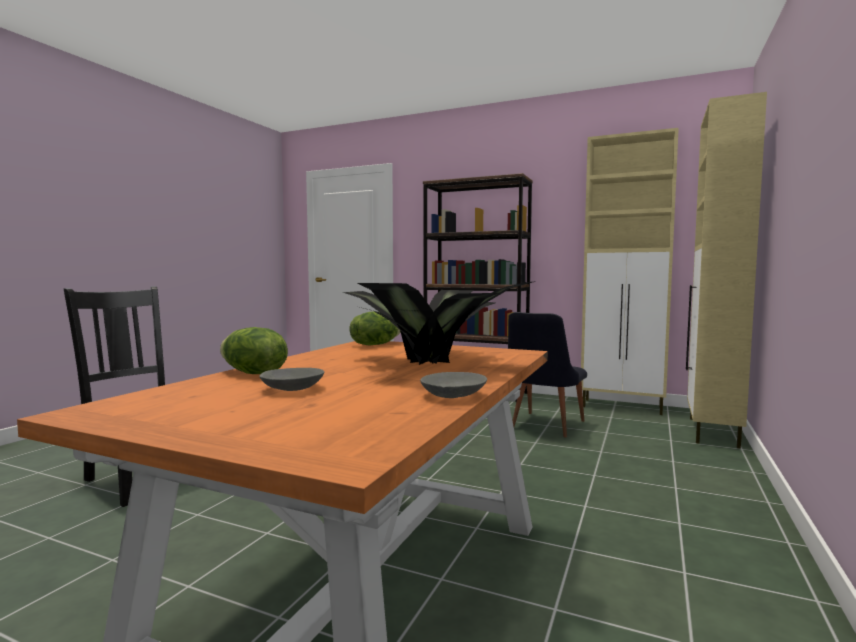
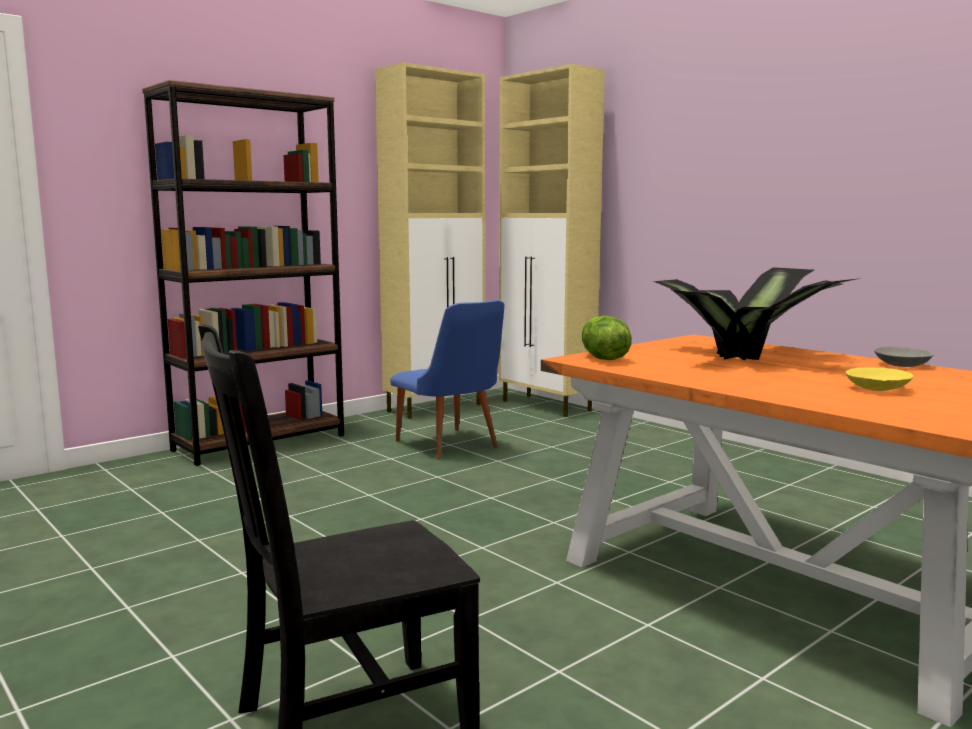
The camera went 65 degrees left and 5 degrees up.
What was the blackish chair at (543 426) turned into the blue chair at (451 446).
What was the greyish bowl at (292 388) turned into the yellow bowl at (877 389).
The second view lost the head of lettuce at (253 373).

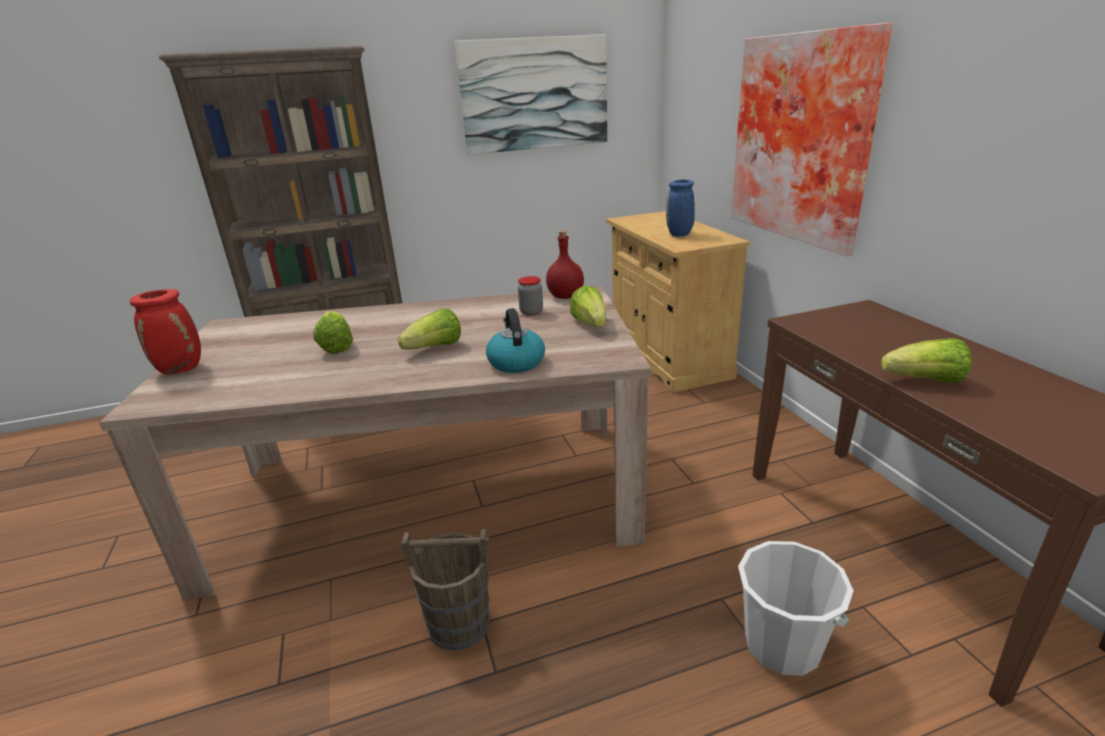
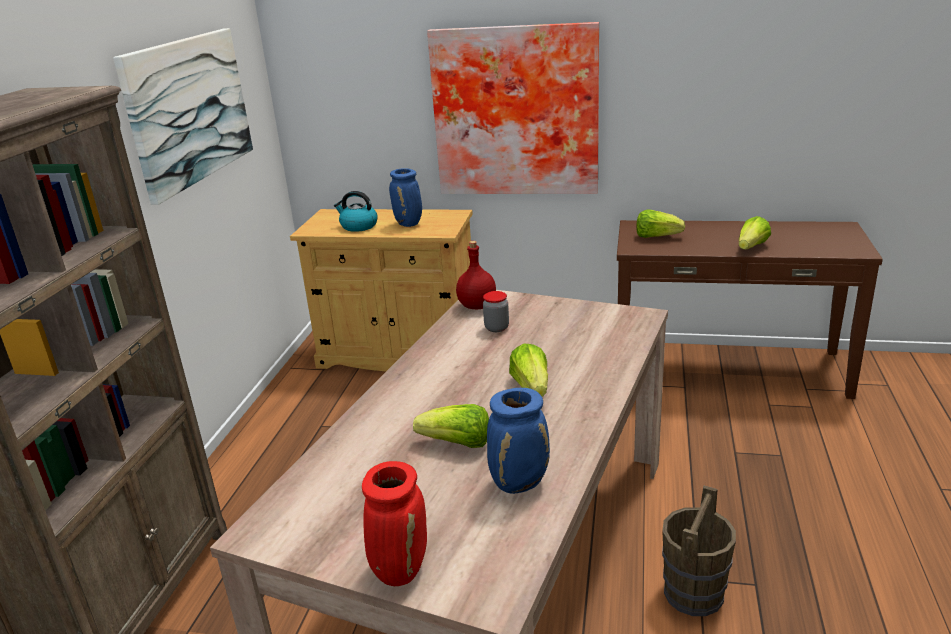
The camera went 60 degrees left and 0 degrees up.
The water kettle ended up elsewhere, having gone from (516 362) to (358 226).
The second view gained the blue decorative vase at (520 483).
The head of lettuce ended up elsewhere, having gone from (590 324) to (656 237).
The second view lost the whitish pail at (782 645).

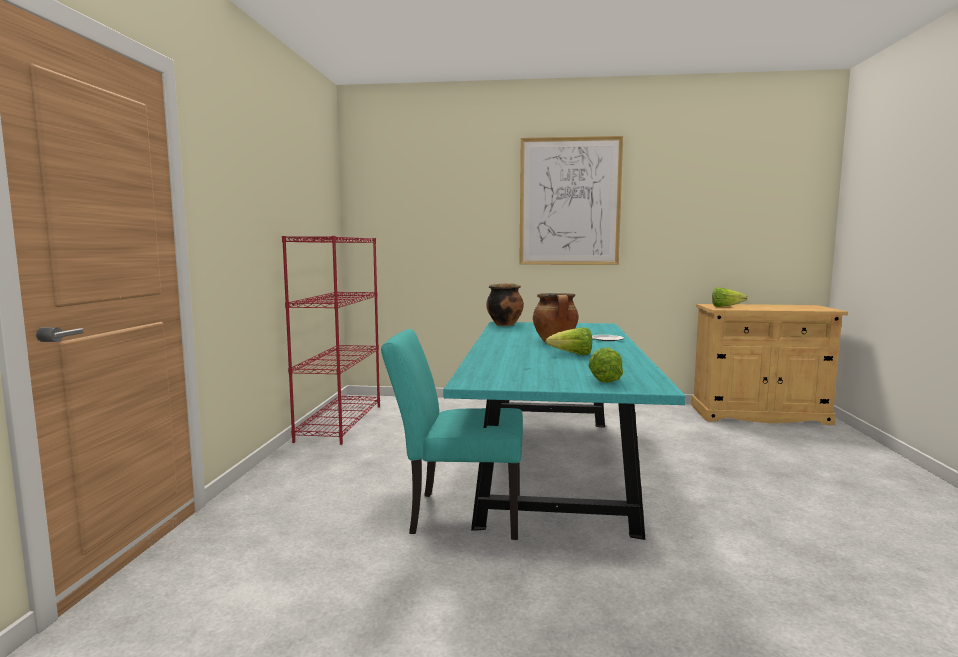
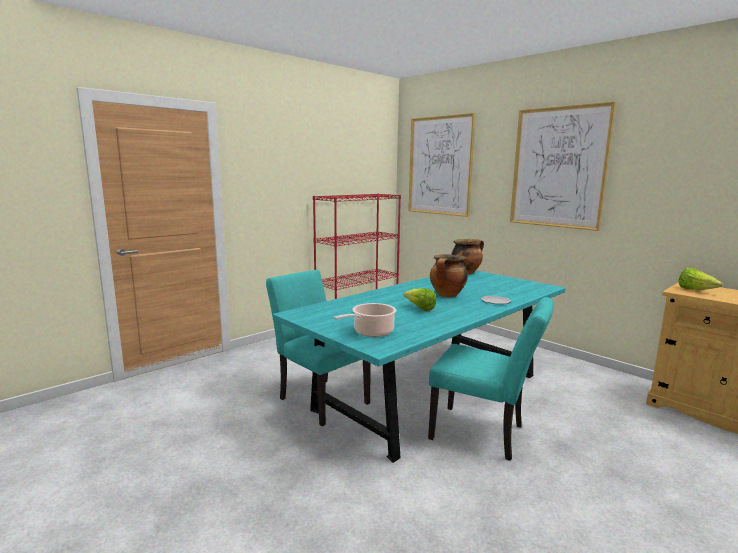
The camera went 40 degrees right and 5 degrees up.
Where the head of lettuce stood at (604 379), the cooking pot came to stand at (371 332).
The second view gained the picture at (440 166).
The second view gained the blue-green chair at (484 434).

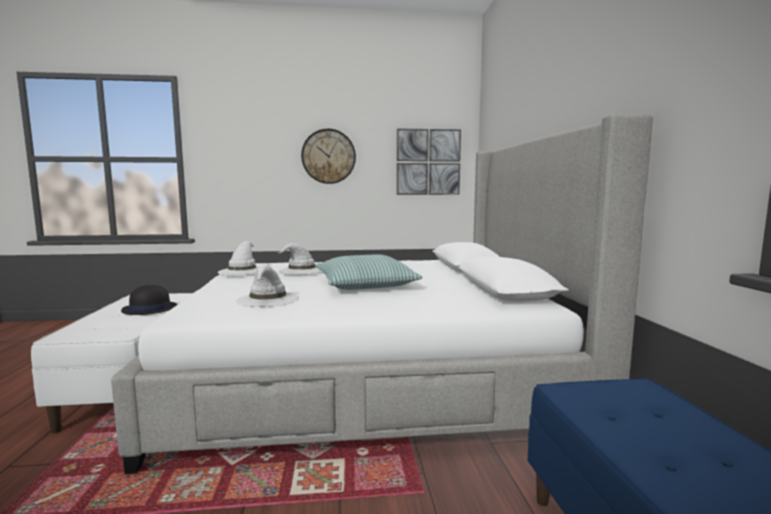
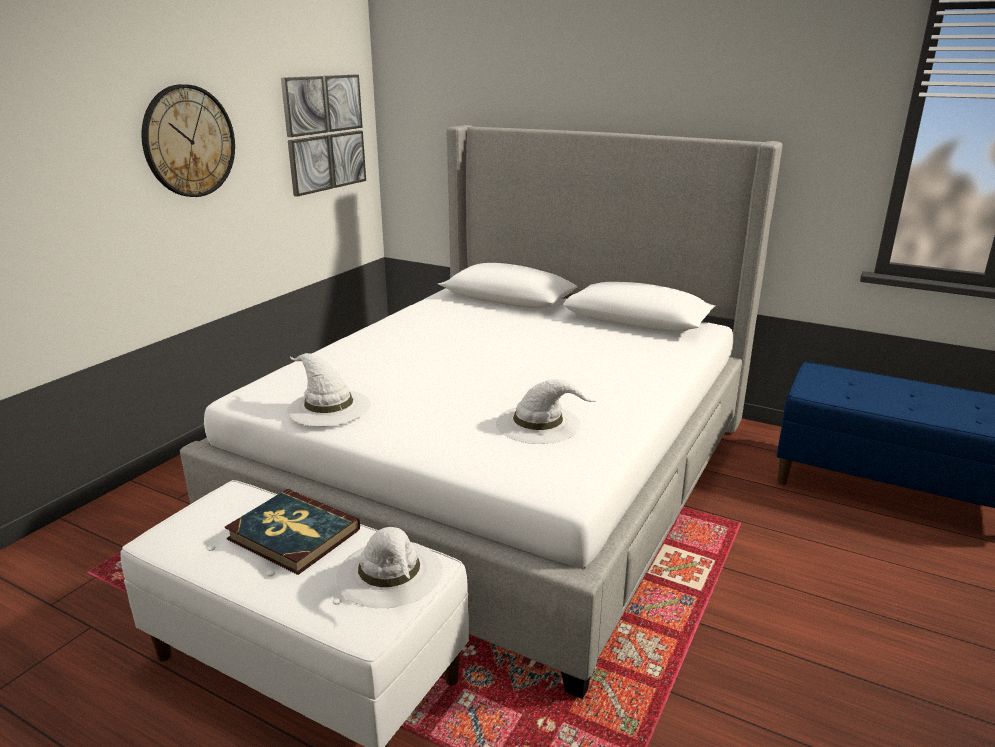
The camera went 55 degrees left and 15 degrees up.
Where the blackish wearable hat stood at (150 309), the book came to stand at (293 534).
The whitish wearable hat ended up elsewhere, having gone from (301 270) to (390 574).
The second view lost the cushion at (365 285).

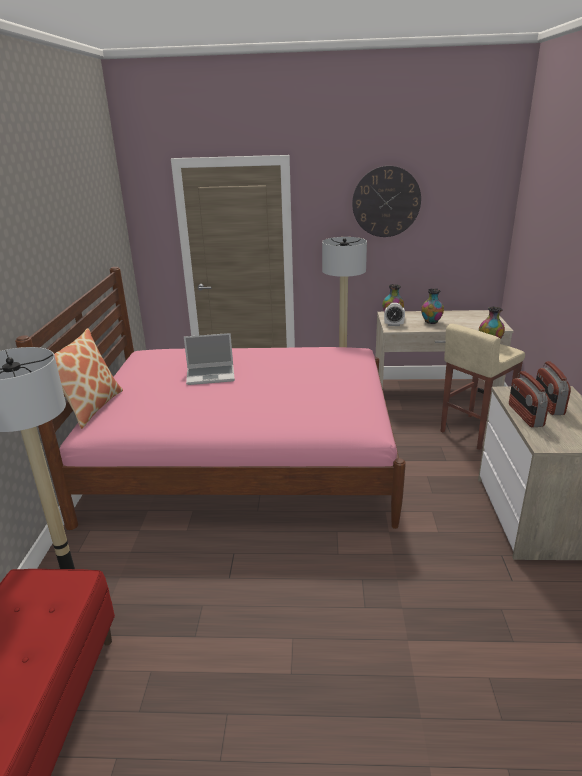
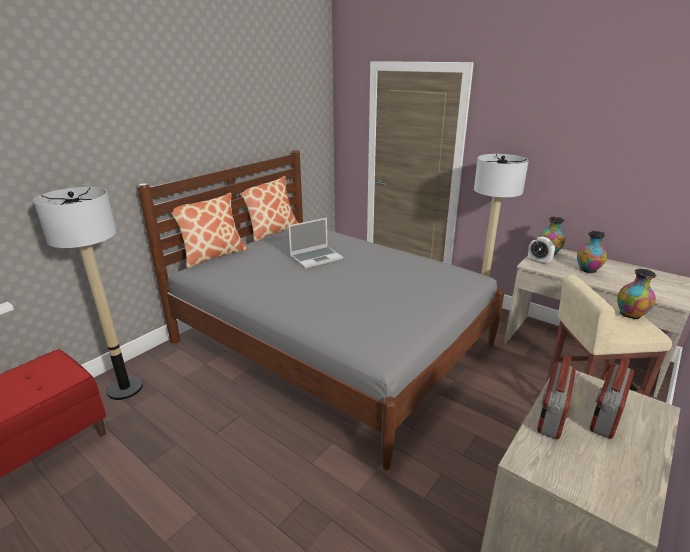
The camera went 35 degrees right and 0 degrees up.
What was the pink-coloured sleeping bed at (245 460) turned into the greyish sleeping bed at (331 343).
The second view gained the cushion at (272 232).
The portable computer at (211 375) ended up facing another way, 60 degrees counterclockwise from before.
The second view lost the hanging clock at (386 202).

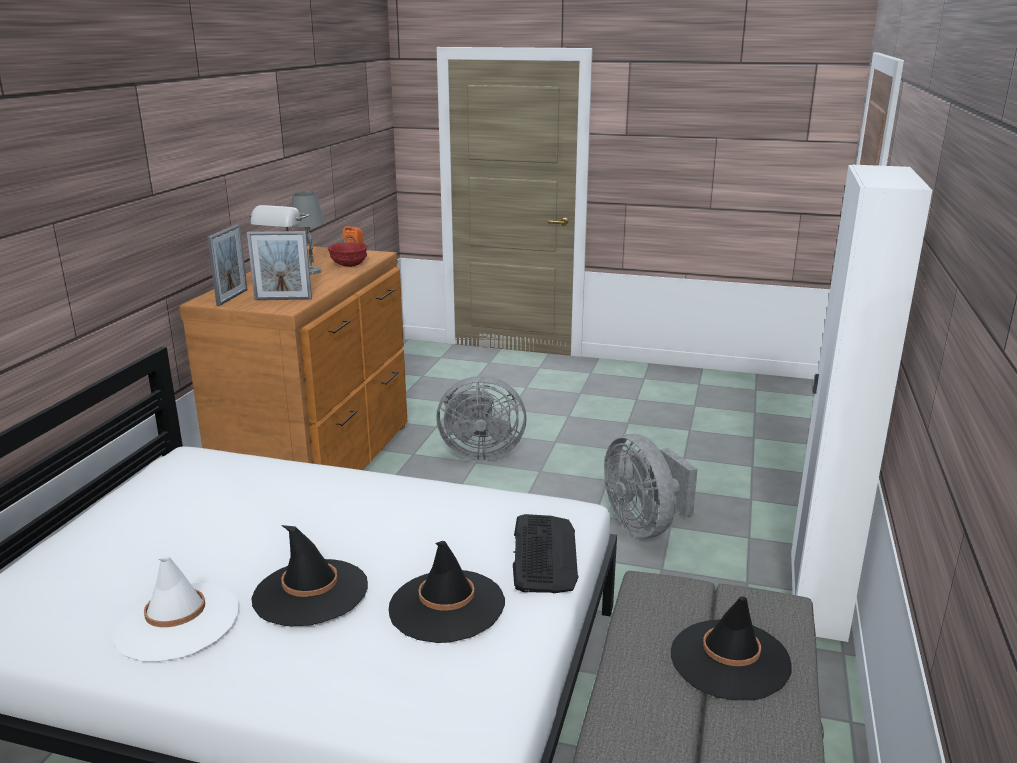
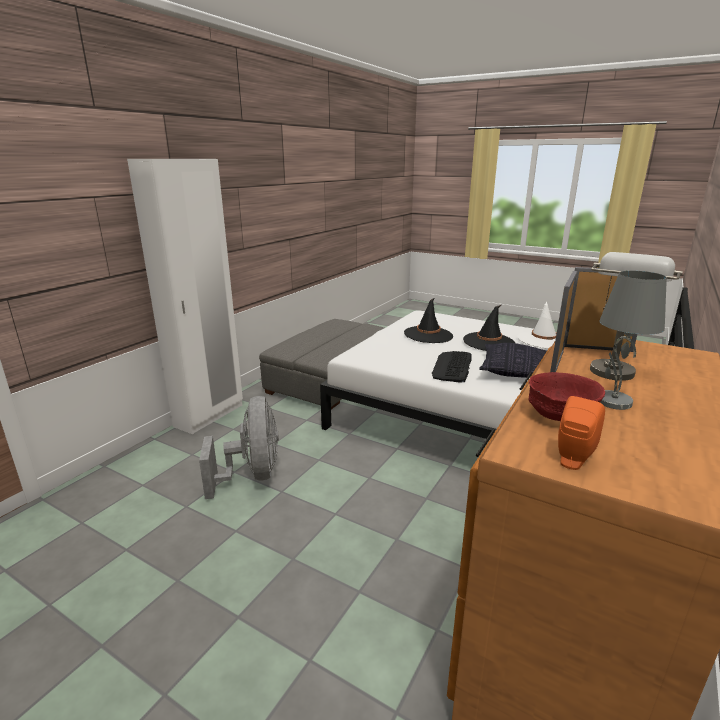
The camera went 165 degrees left and 0 degrees up.
The computer keyboard ended up elsewhere, having gone from (544 553) to (452 367).
The second view gained the cushion at (515 371).
The photo frame ended up elsewhere, having gone from (232 297) to (556 363).
The second view lost the greyish cooling fan at (479 453).
The second view lost the blackish wearable hat at (729 660).

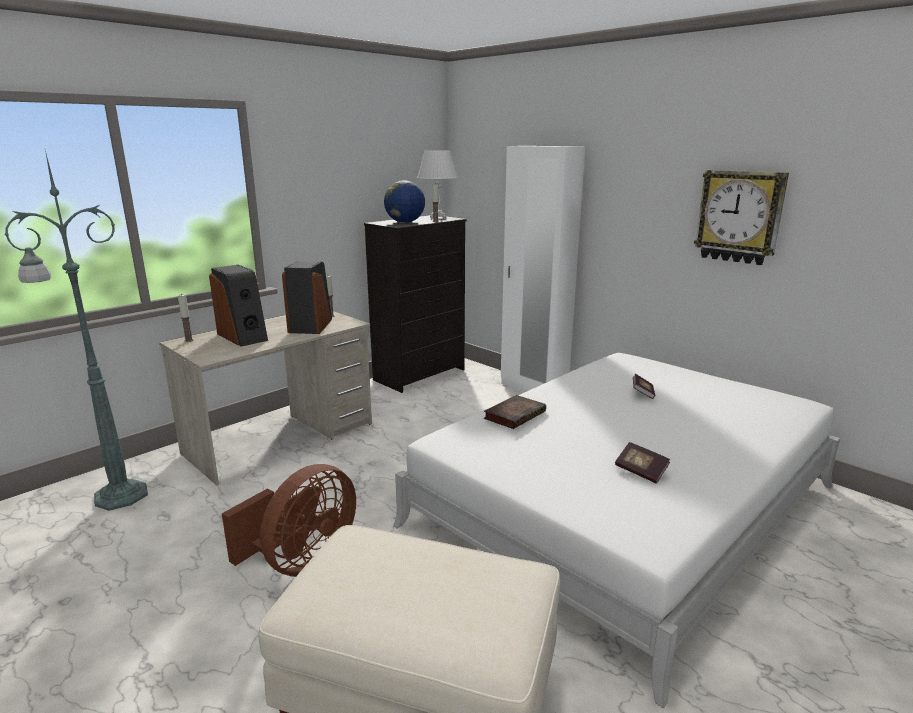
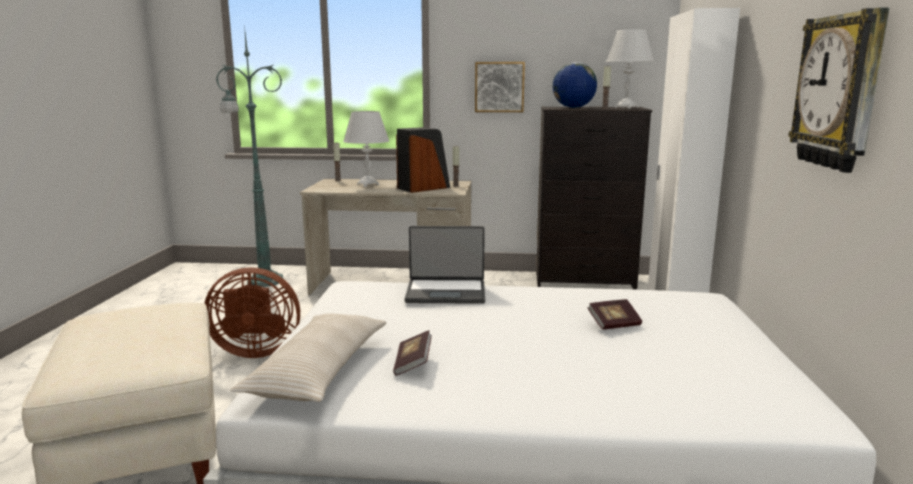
The camera went 50 degrees right and 5 degrees down.
The second view gained the beige cushion at (318 372).
Where the speaker stood at (243 336), the whitish tabletop lamp came to stand at (368 185).
Where the book stood at (515 415), the portable computer came to stand at (446 292).
The second view gained the picture at (499 87).

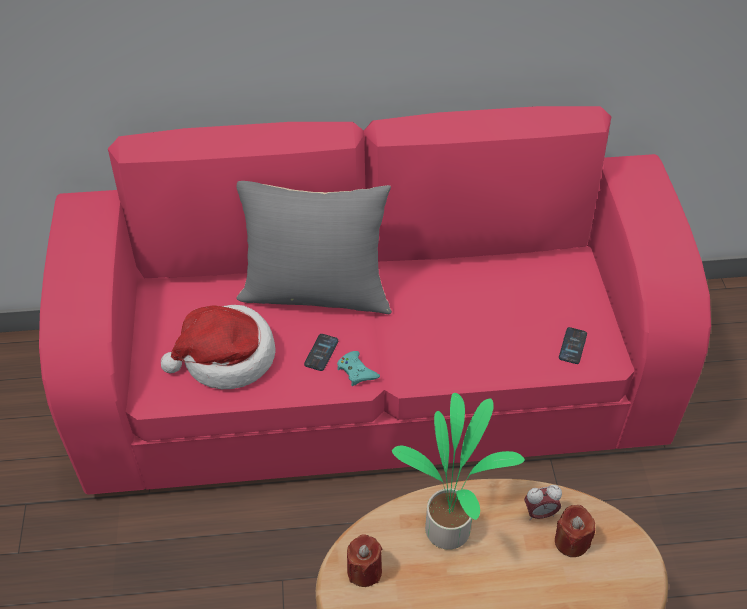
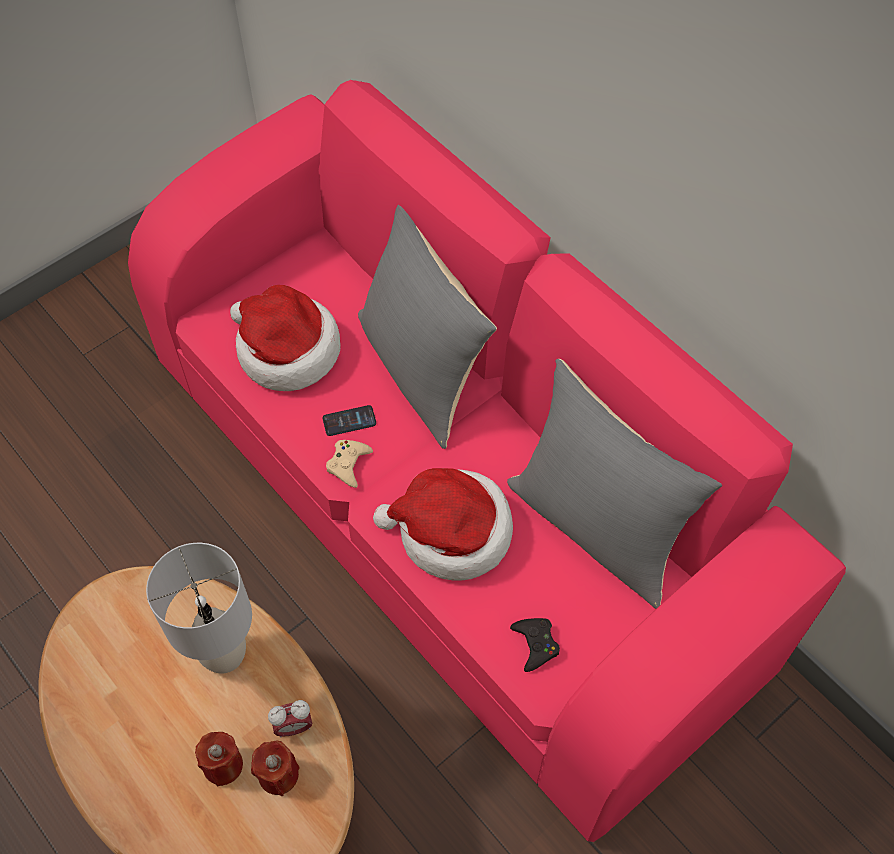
The camera went 55 degrees right and 10 degrees up.
Where the plant in a pot stood at (450 528), the greyish tabletop lamp came to stand at (223 654).
The reddish wax candle ended up elsewhere, having gone from (364 571) to (223 765).
The alarm clock at (540 513) ended up facing another way, 60 degrees counterclockwise from before.
What was the blue-green game controller at (356 371) turned into the beige game controller at (348 464).
The second view gained the wearable hat at (451 532).
The second view gained the greyish cushion at (598 526).
Where the phone stood at (572 346), the blackish game controller came to stand at (535 644).

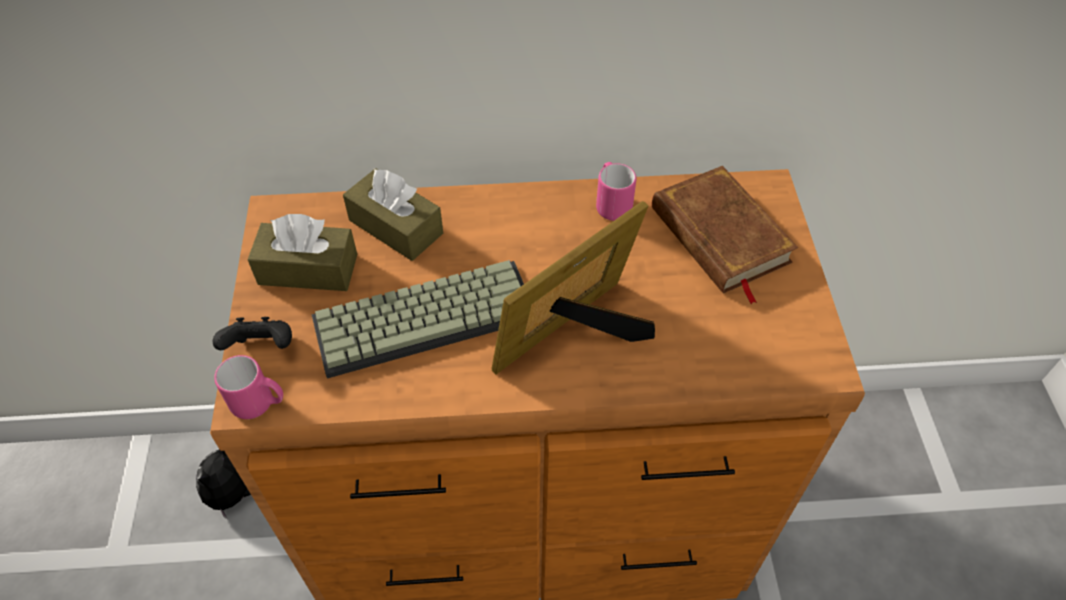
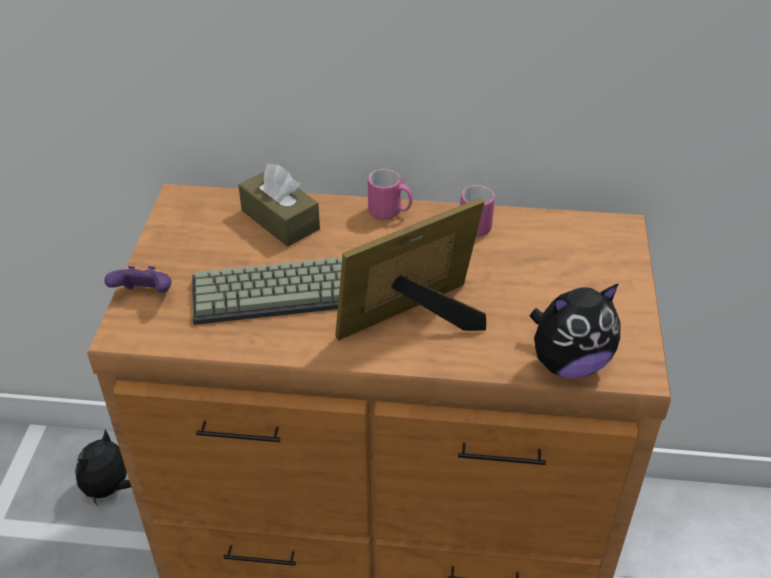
The camera went 10 degrees right and 10 degrees down.
What was the blackish game controller at (262 347) turned into the purple-coloured game controller at (145 295).
The pink-coloured coffee mug ended up elsewhere, having gone from (259 403) to (390 212).
The second view gained the plush toy at (568 363).
The second view lost the brownish tissue box at (308 269).
The second view lost the brownish book at (719 236).

